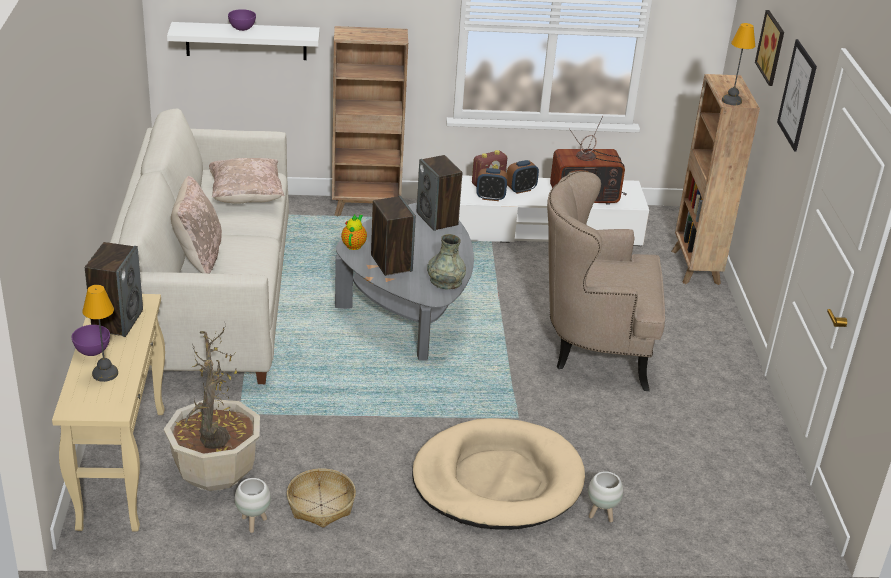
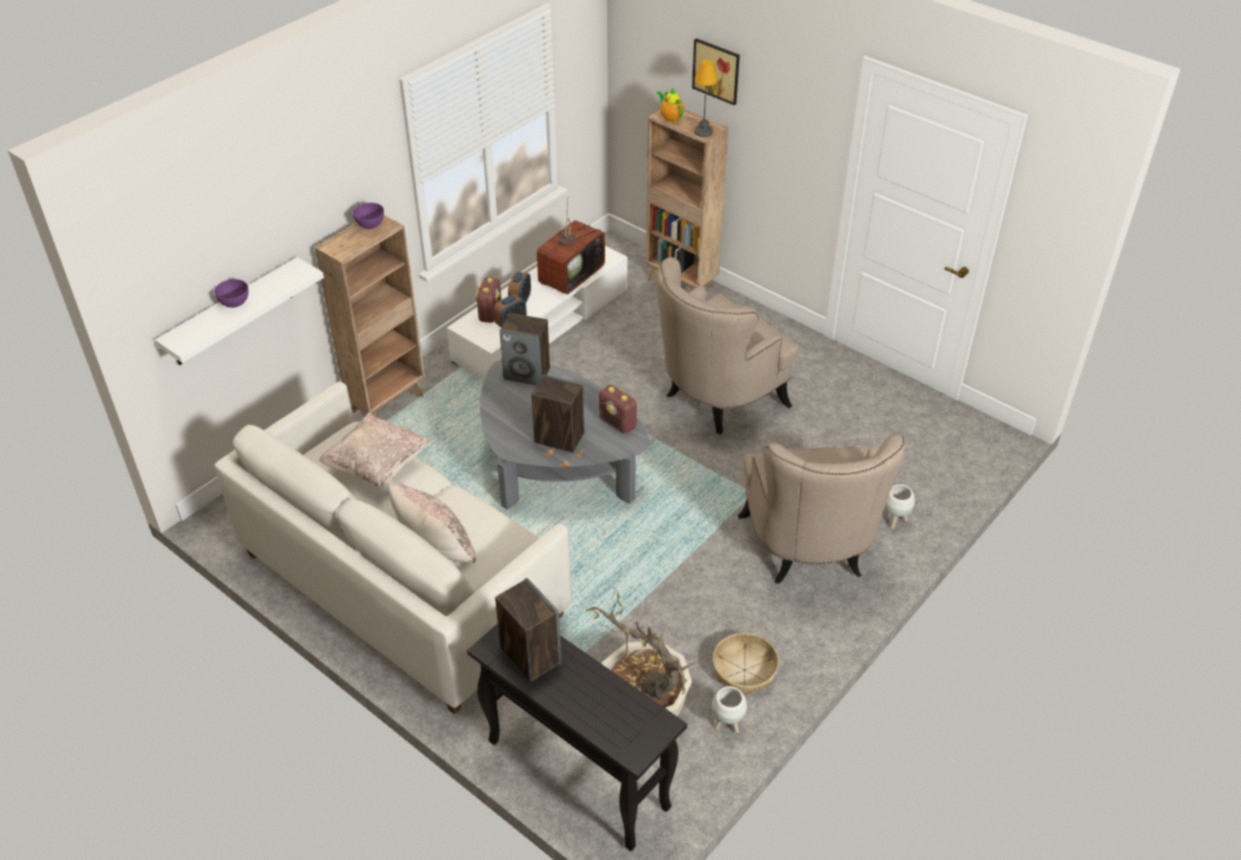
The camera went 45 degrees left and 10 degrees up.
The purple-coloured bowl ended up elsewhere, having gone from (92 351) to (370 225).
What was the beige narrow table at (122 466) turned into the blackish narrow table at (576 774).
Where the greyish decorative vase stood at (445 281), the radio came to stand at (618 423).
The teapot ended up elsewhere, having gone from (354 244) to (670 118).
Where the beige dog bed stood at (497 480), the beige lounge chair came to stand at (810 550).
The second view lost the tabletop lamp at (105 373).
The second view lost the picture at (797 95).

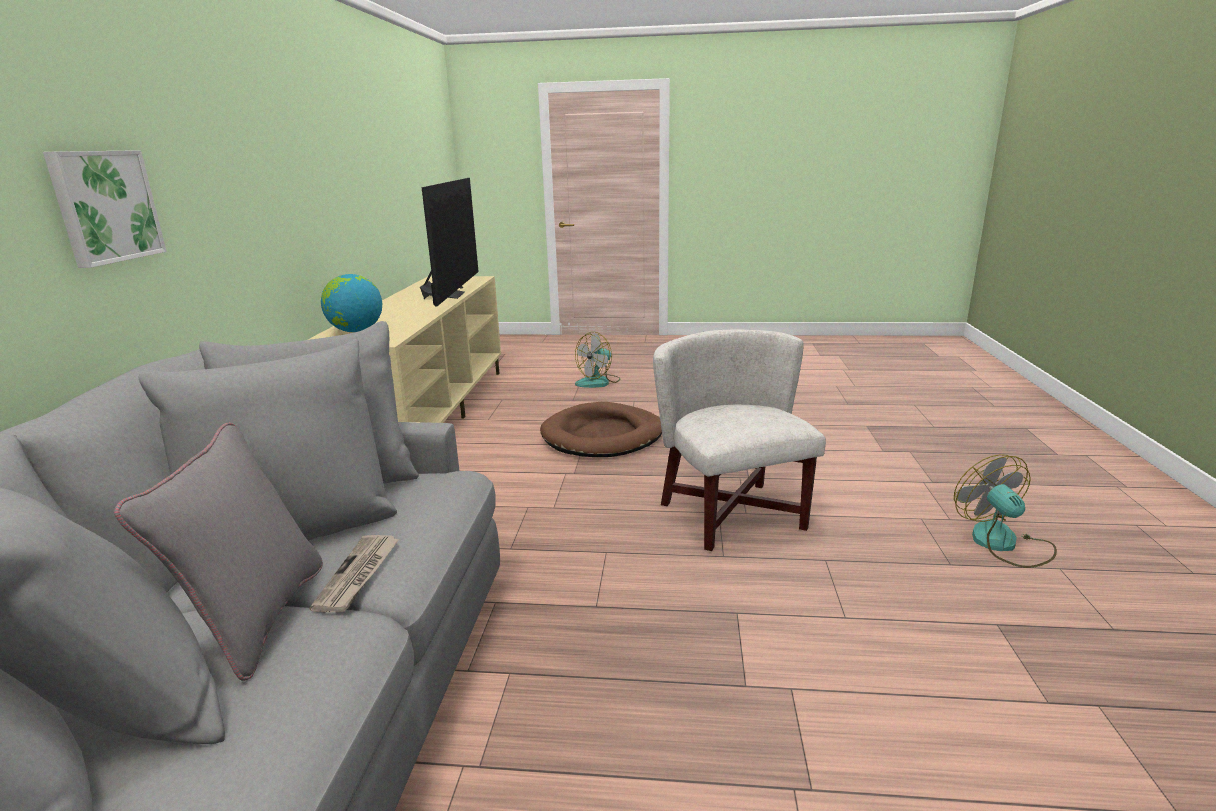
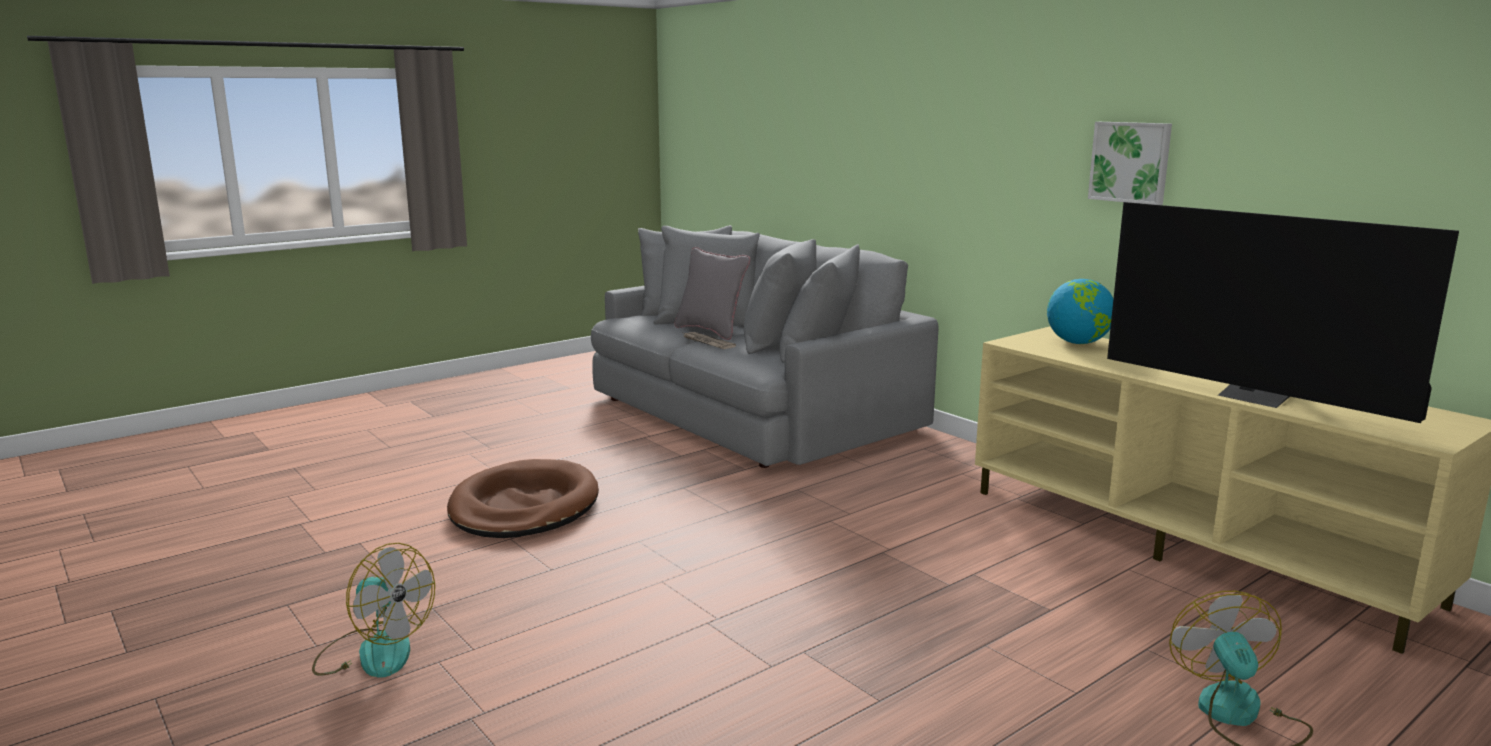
The camera went 135 degrees right and 5 degrees down.
The brownish dog bed ended up elsewhere, having gone from (603 436) to (524 506).
The picture ended up elsewhere, having gone from (104 206) to (1130 162).
The second view lost the whitish lounge chair at (733 514).

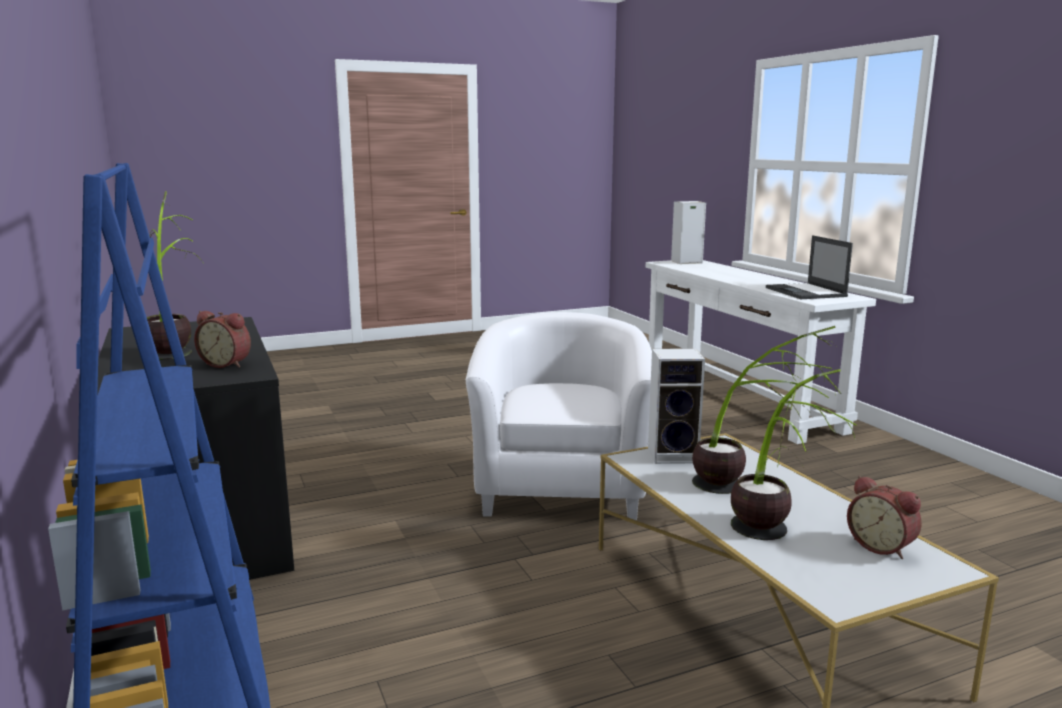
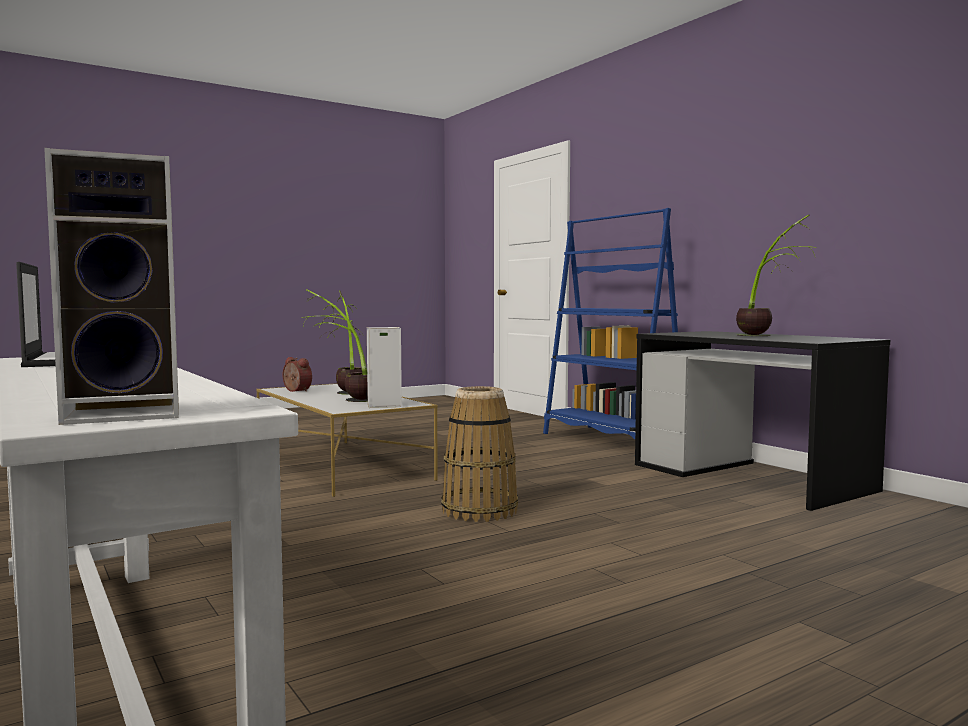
The camera went 170 degrees right and 10 degrees down.
Where the whitish lounge chair stood at (561 487), the storage basket came to stand at (479 510).
The second view lost the alarm clock at (227 364).

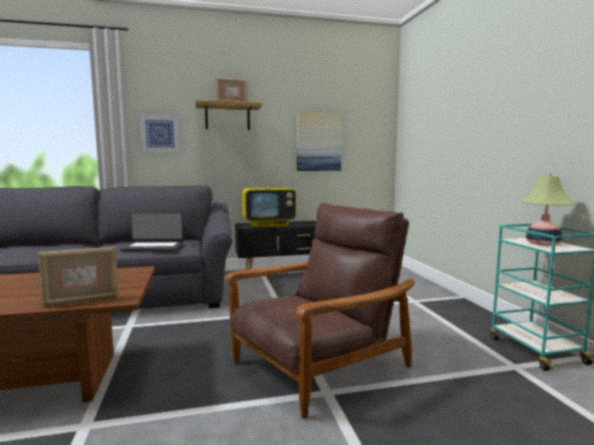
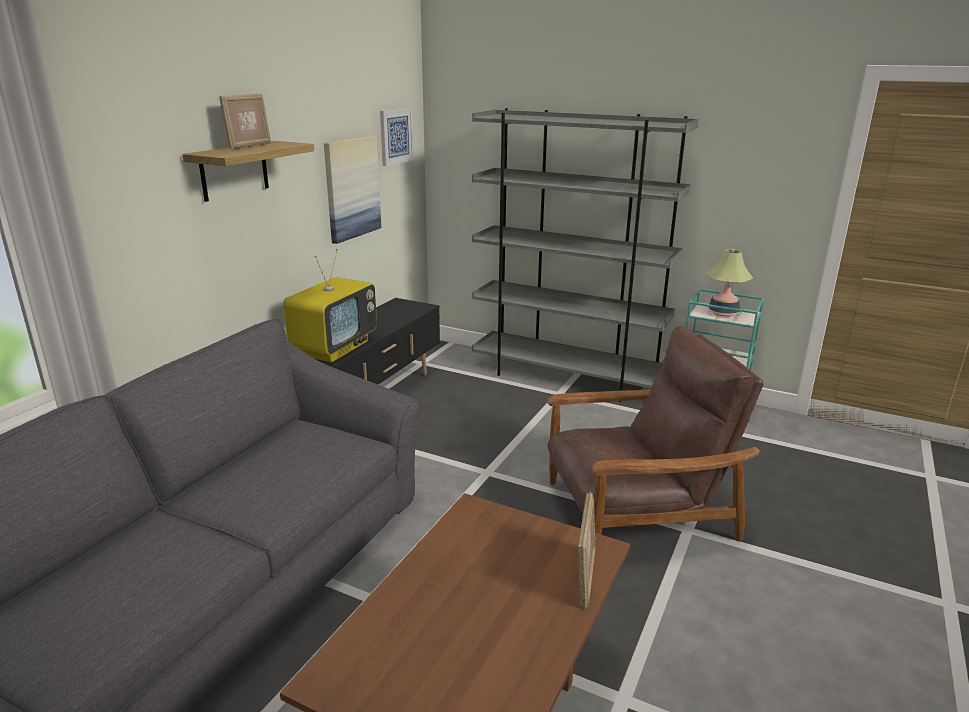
The camera went 50 degrees left and 15 degrees up.
The picture ended up elsewhere, having gone from (160 133) to (396 136).
The second view gained the greyish bookshelf at (566 378).
The brownish lounge chair at (318 365) ended up facing another way, 75 degrees clockwise from before.
The second view lost the portable computer at (153 247).

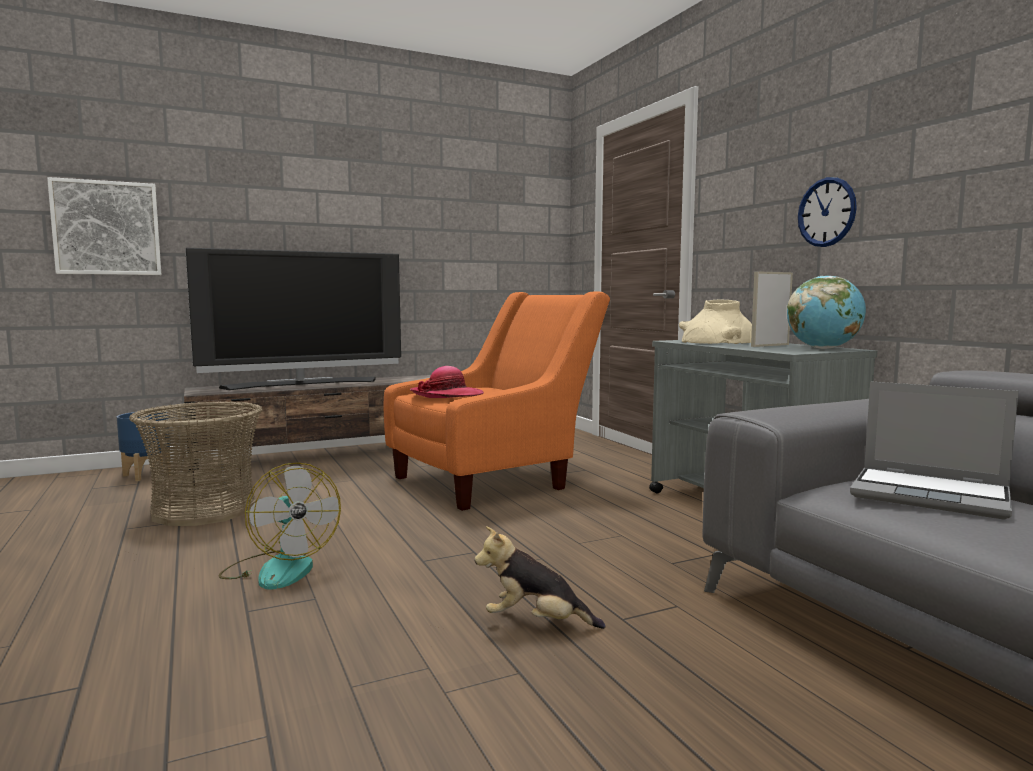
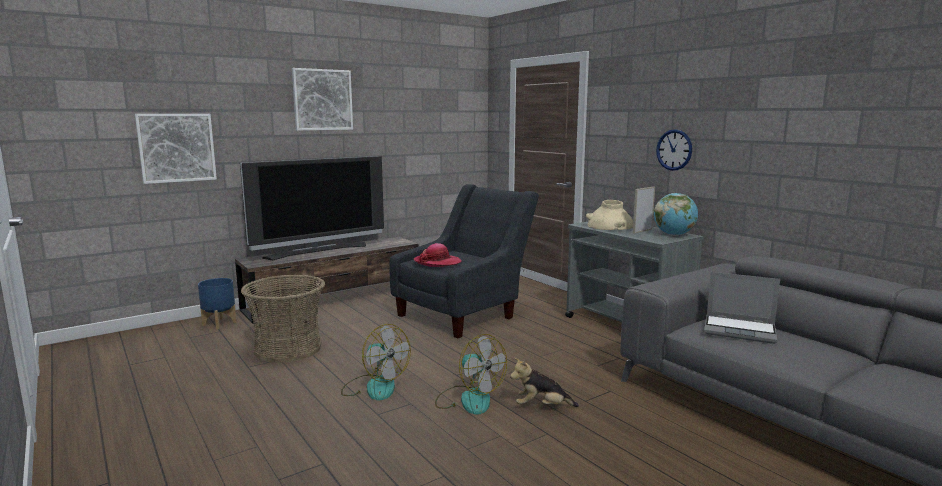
The camera went 10 degrees left and 5 degrees up.
The second view gained the picture at (322 100).
What was the orange-coloured lounge chair at (494 480) turned into the greyish lounge chair at (464 314).
The second view gained the cooling fan at (468 399).

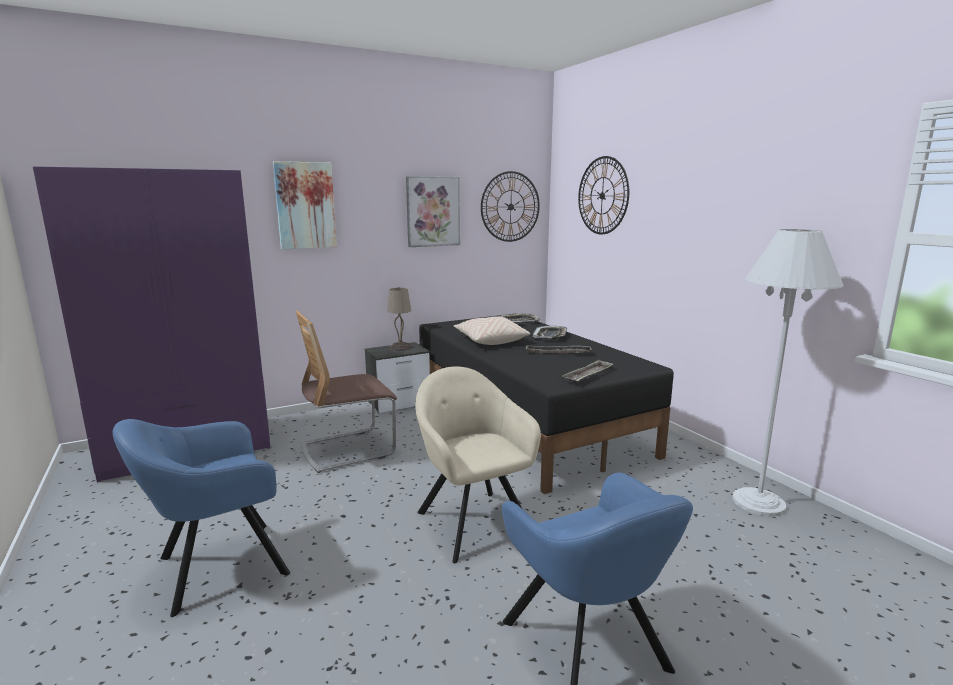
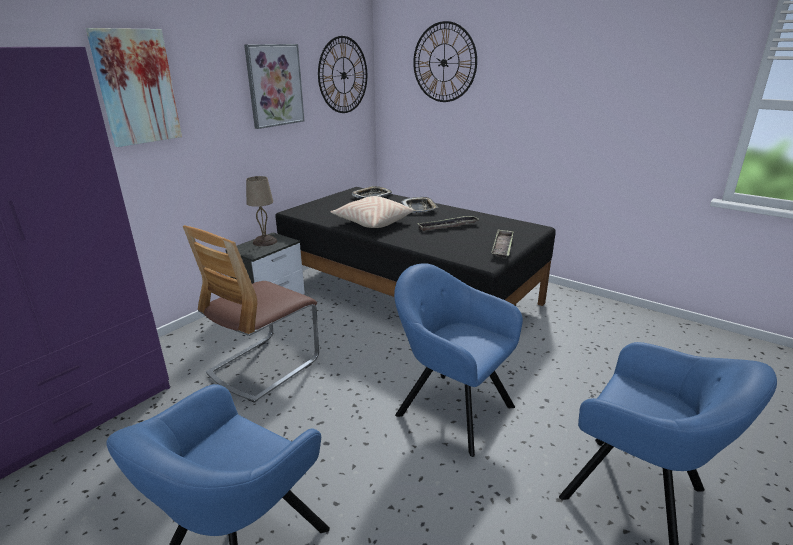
The camera went 25 degrees left and 10 degrees up.
What was the beige lounge chair at (472 521) turned into the blue lounge chair at (451 408).
The second view lost the whitish standard lamp at (758 502).

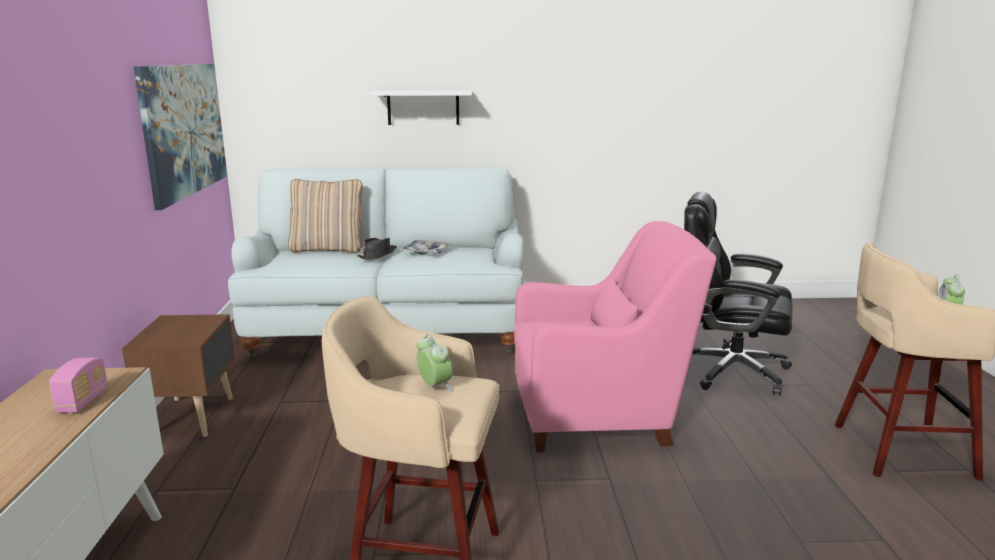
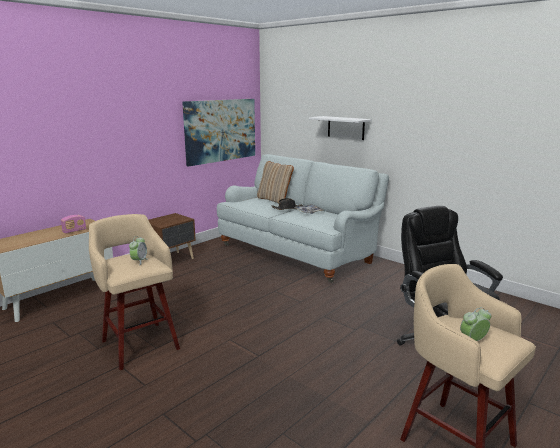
The camera went 45 degrees right and 0 degrees up.
The second view lost the pink-coloured lounge chair at (599 415).

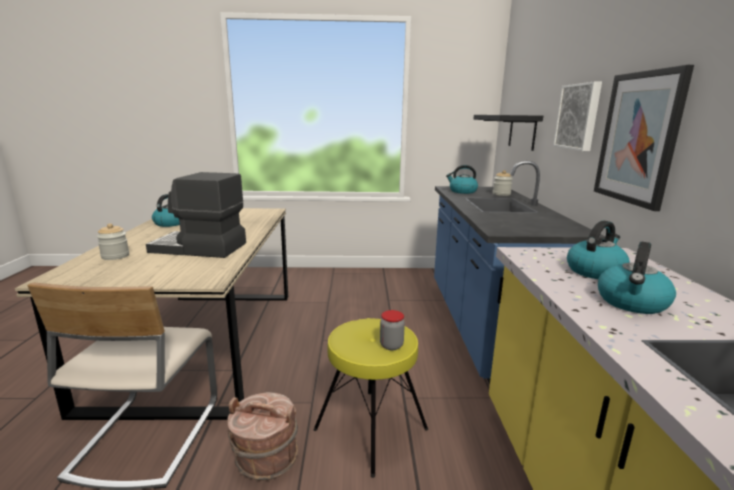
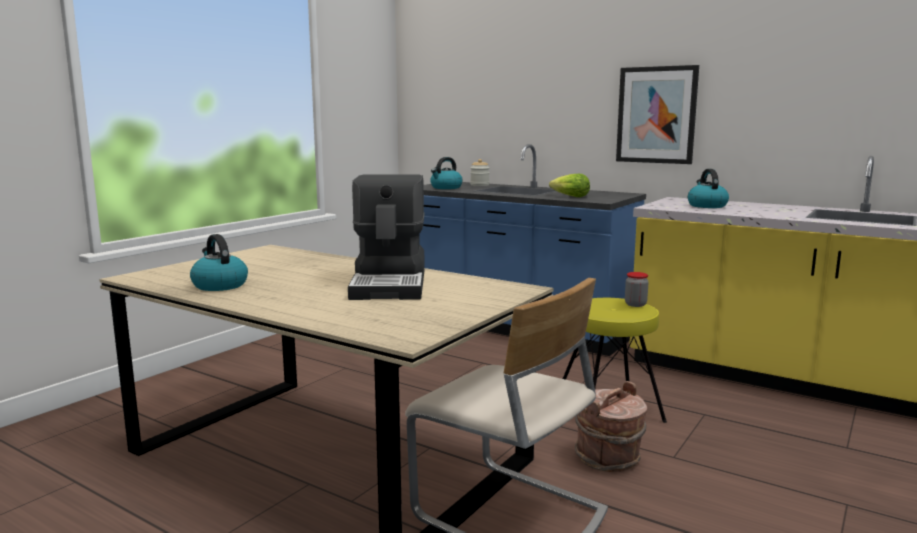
The camera went 55 degrees left and 5 degrees down.
The coffee brewer at (199 248) ended up facing another way, 45 degrees counterclockwise from before.
The second view gained the head of lettuce at (570 196).
The second view lost the preserve jar at (115 256).
The second view lost the blackish wall shelf at (522 131).
The second view lost the picture at (579 117).
The second view lost the water kettle at (632 303).

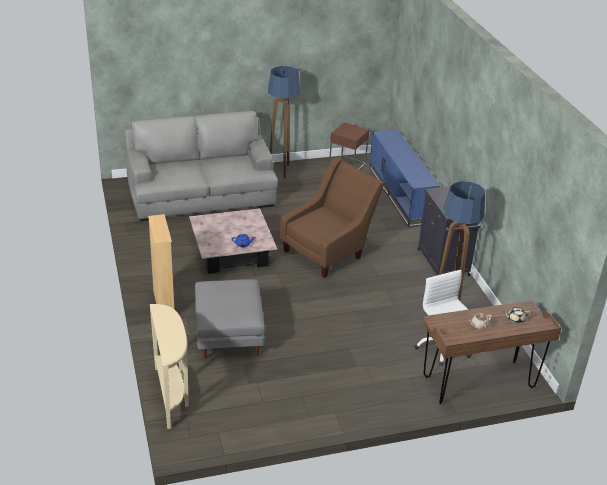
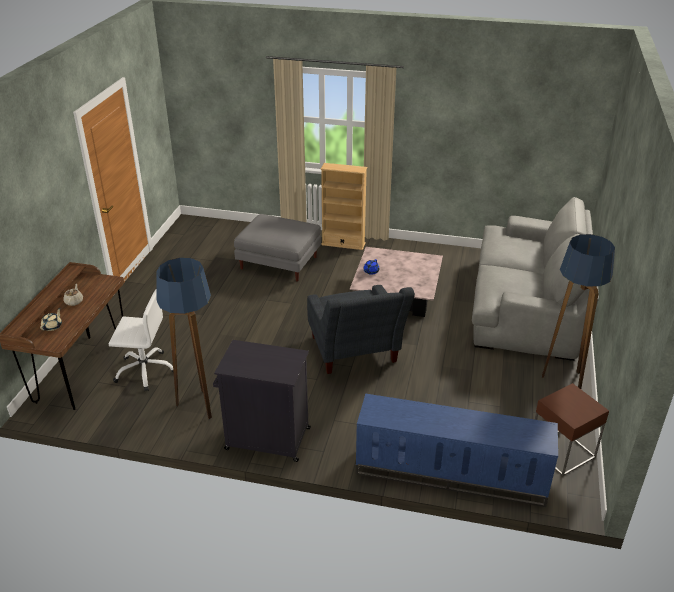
The camera went 120 degrees right and 0 degrees up.
What was the brownish lounge chair at (328 251) turned into the greyish lounge chair at (356 355).
The second view lost the beige narrow table at (172 395).

